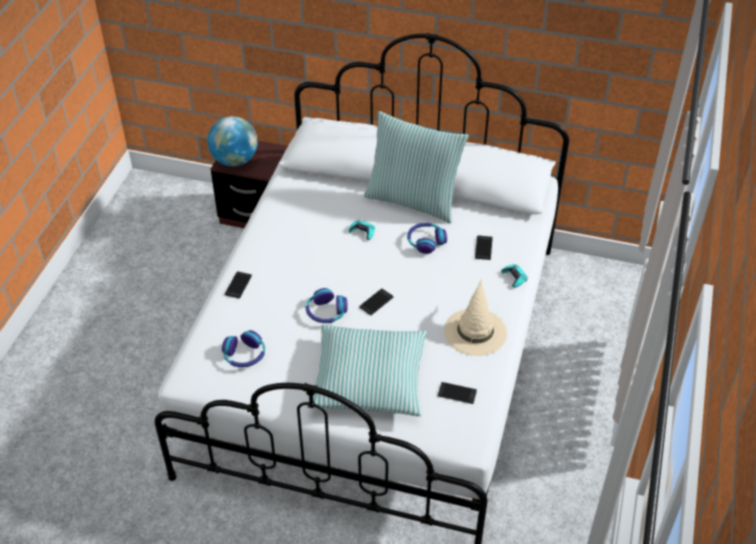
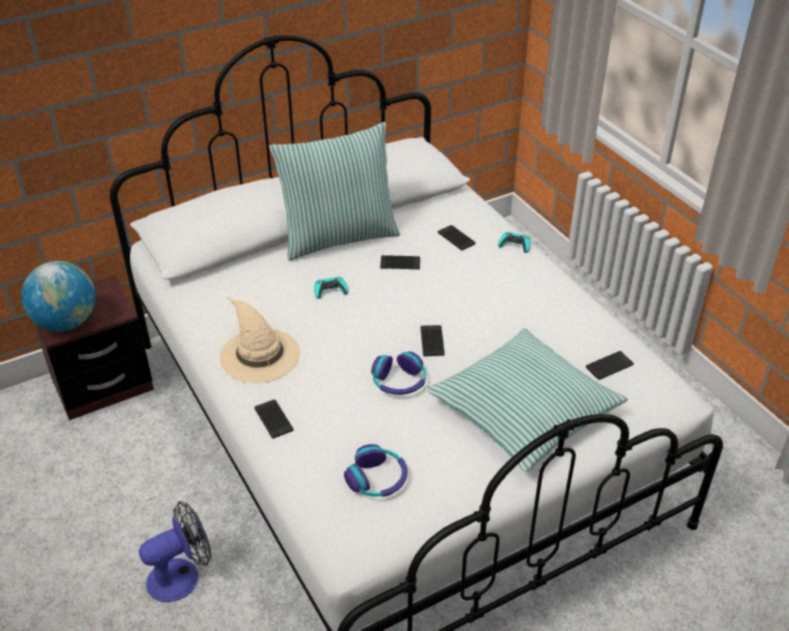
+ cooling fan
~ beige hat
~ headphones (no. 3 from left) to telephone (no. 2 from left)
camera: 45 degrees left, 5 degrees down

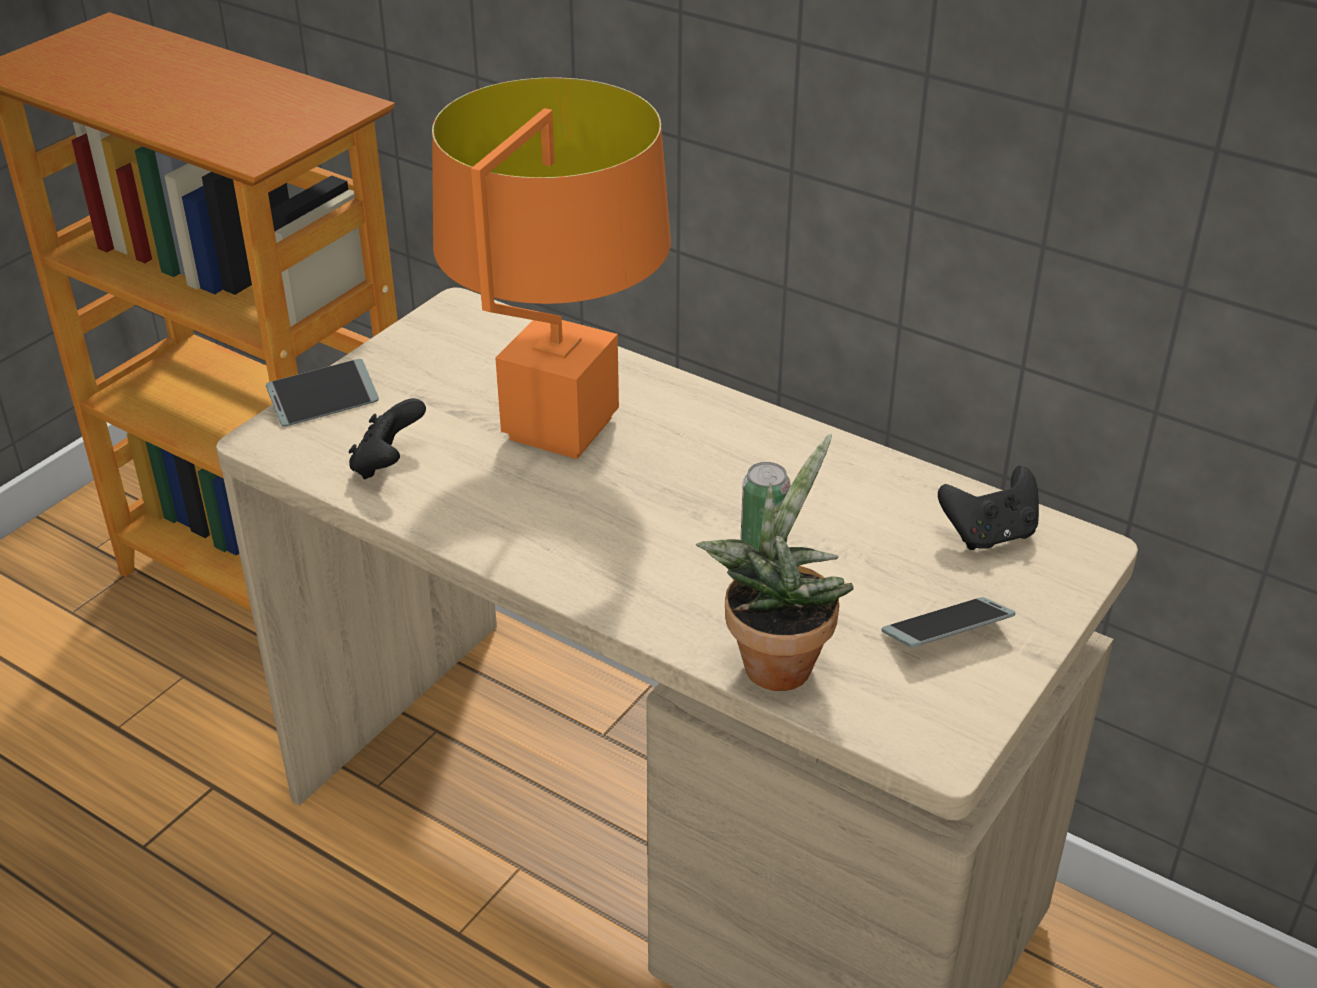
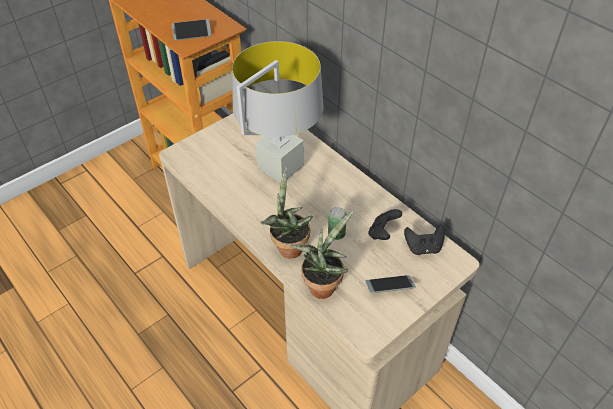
~ telephone (no. 1 from left)
~ orangey tabletop lamp to gray tabletop lamp
+ plant in a pot (no. 1 from left)
~ black-coloured joypad (no. 1 from left)
camera: 15 degrees right, 10 degrees up

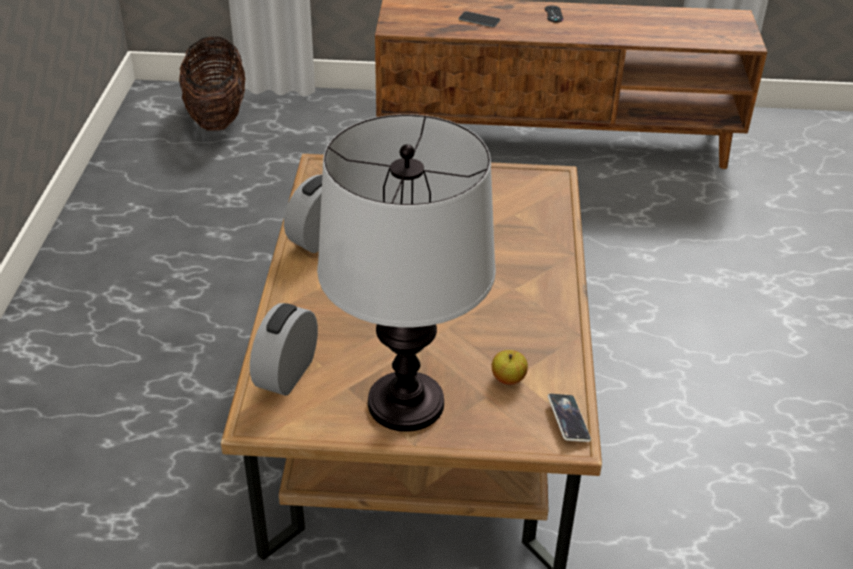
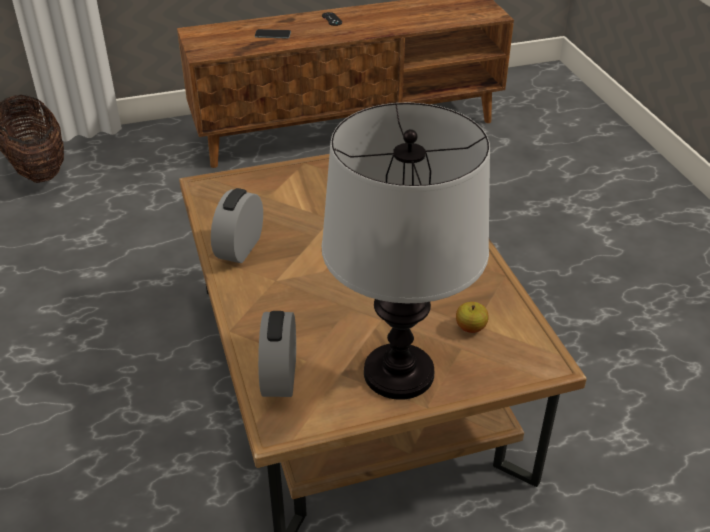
- telephone (no. 2 from left)
camera: 20 degrees left, 0 degrees up

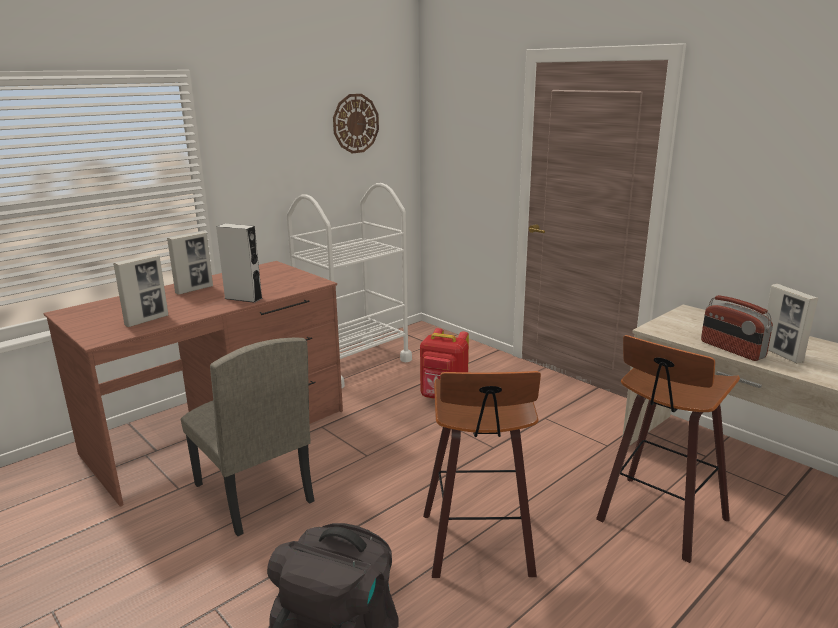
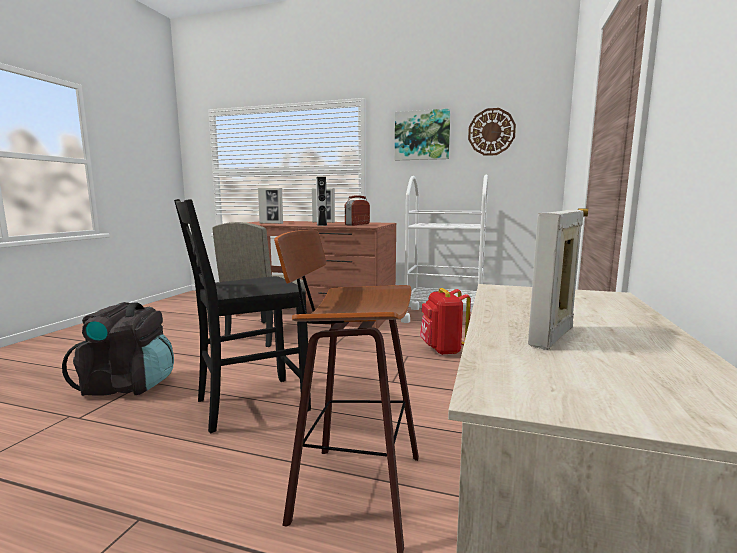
~ sitting stool (no. 1 from left) to black-coloured plain chair
~ radio
+ wall art
camera: 60 degrees right, 10 degrees down

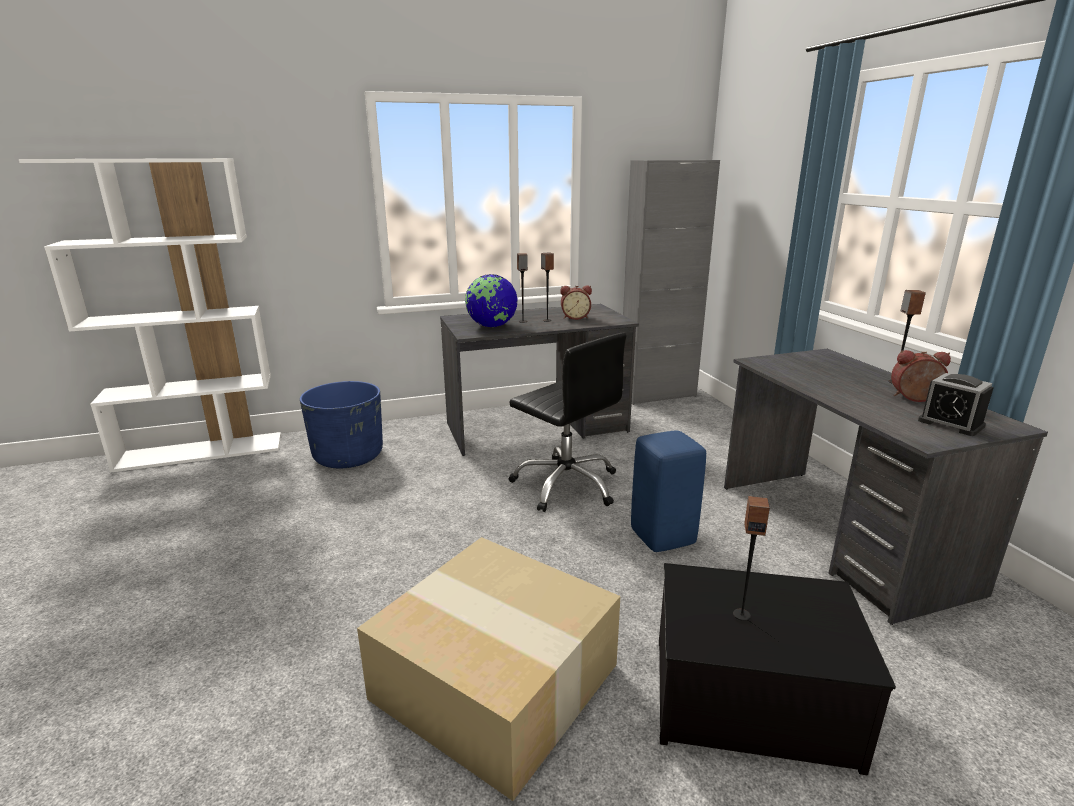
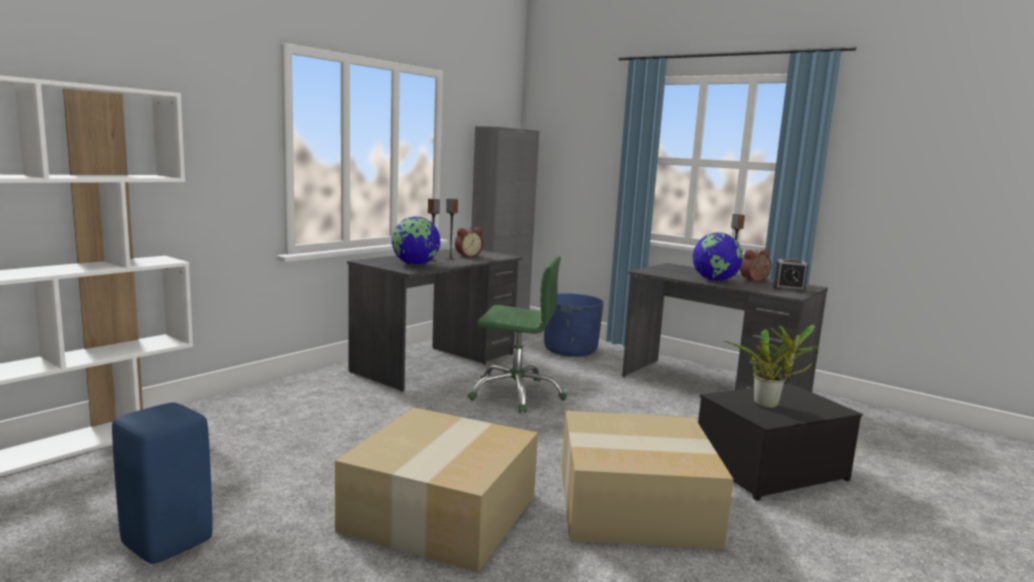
~ blue sitting stool
+ carton (no. 1 from left)
~ black-coloured computer chair to green-coloured computer chair
~ blue plant pot
+ globe (no. 2 from left)
~ loudspeaker (no. 3 from left) to plant in a pot
camera: 35 degrees left, 10 degrees down

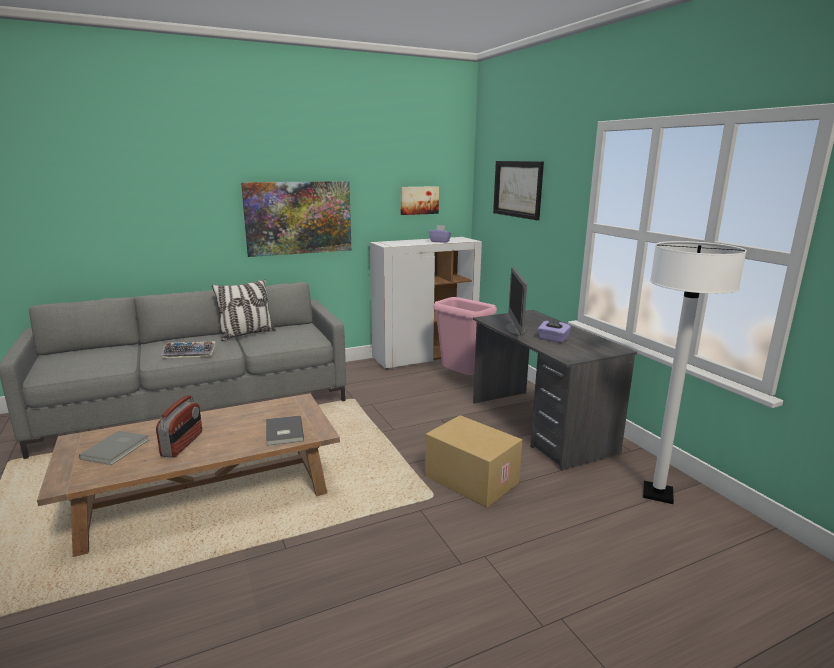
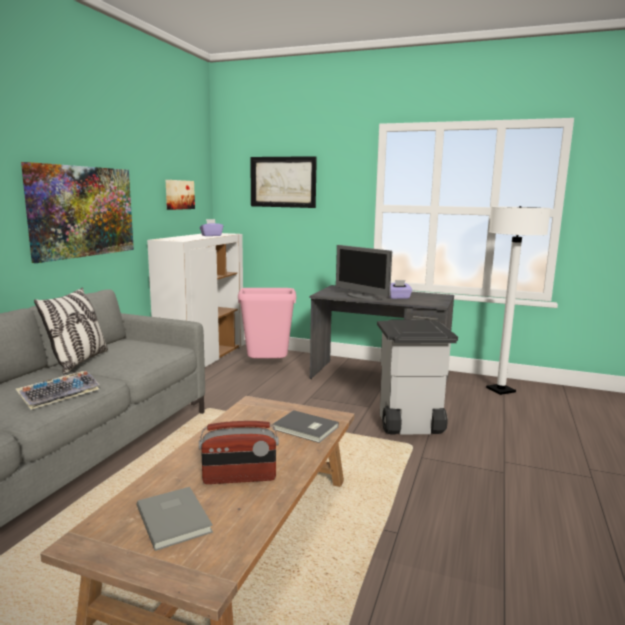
~ radio 120 degrees clockwise
~ carton to gray waste bin
camera: 45 degrees left, 5 degrees down

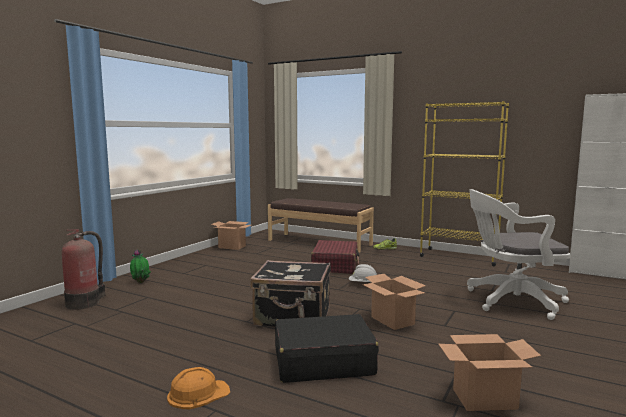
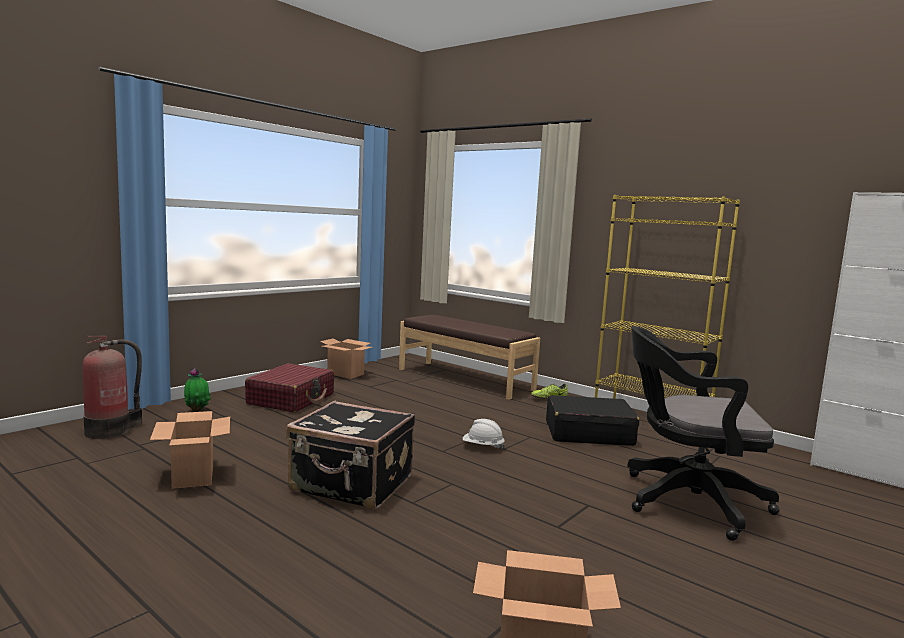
~ carton (no. 2 from left in the first image) to carton (no. 1 from left)
~ red suitcase
~ black-coloured suitcase (no. 2 from left)
~ white-coloured computer chair to black-coloured computer chair
- orangey work helmet
camera: 10 degrees right, 0 degrees up

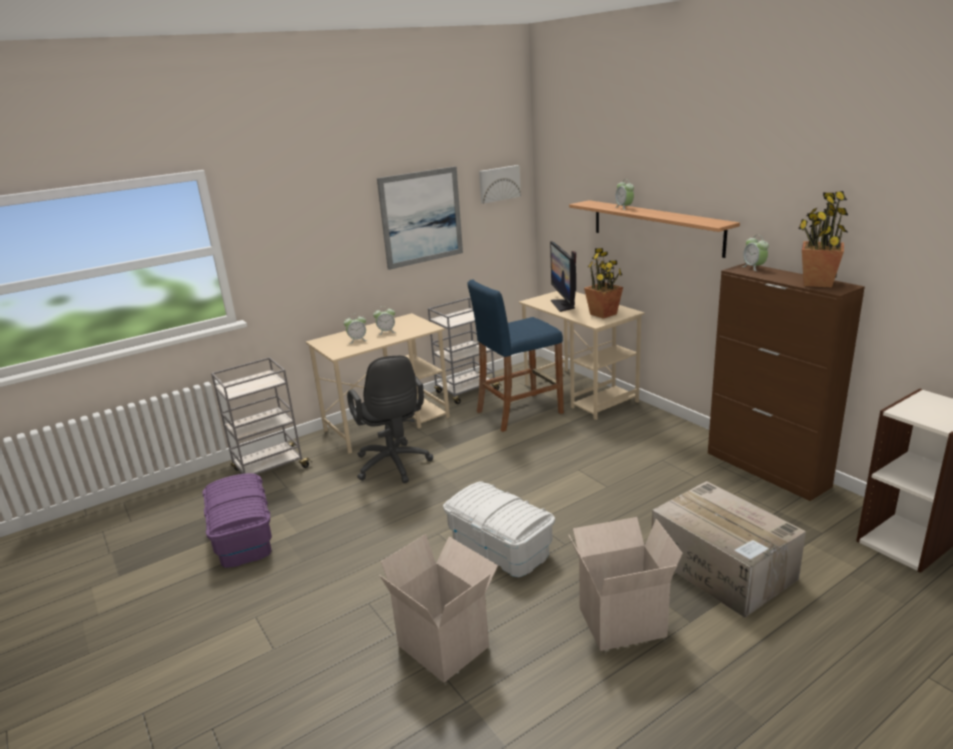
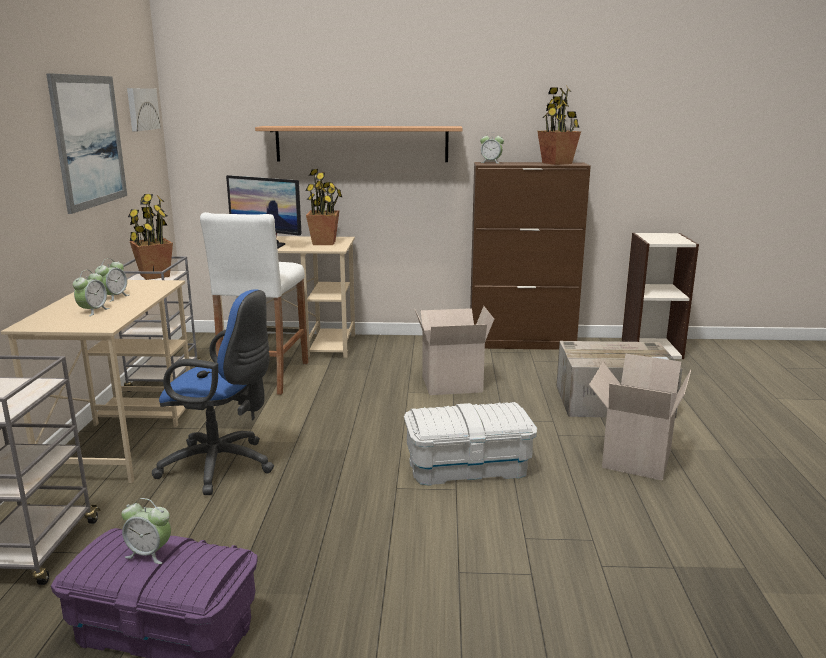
~ alarm clock (no. 3 from left)
+ plant in a pot (no. 1 from left)
~ black-coloured computer chair to blue computer chair
~ blue sitting stool to white-coloured sitting stool
~ carton (no. 1 from left)
camera: 55 degrees left, 5 degrees down

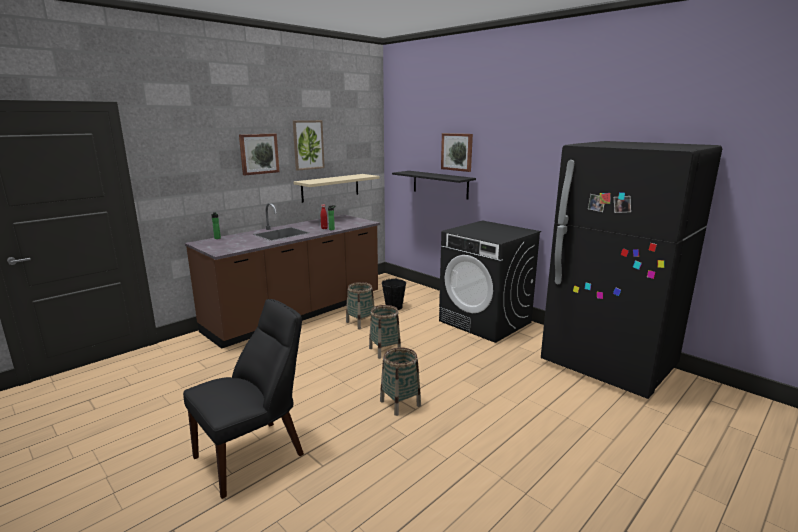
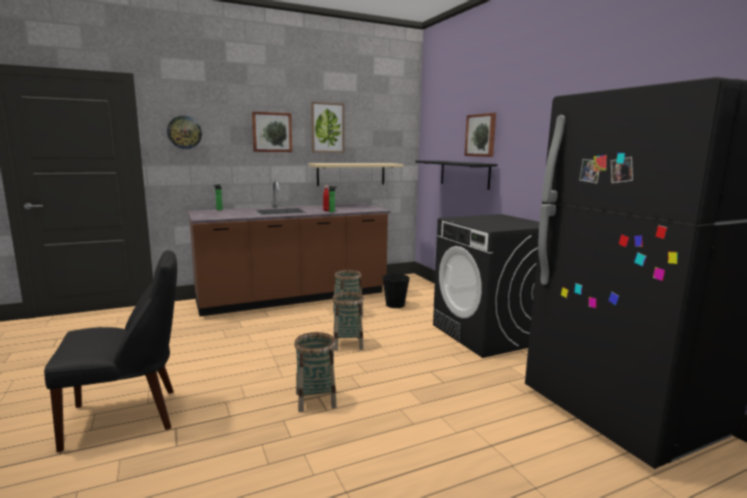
+ wall clock
camera: 20 degrees right, 5 degrees down

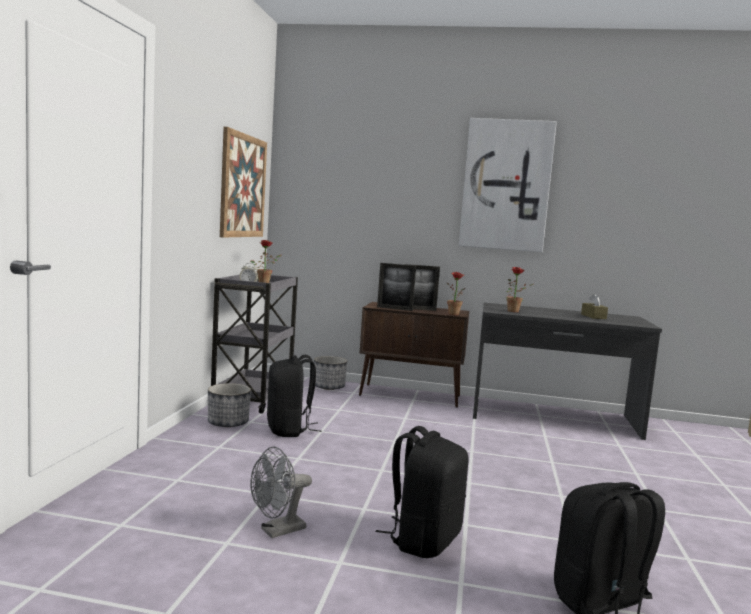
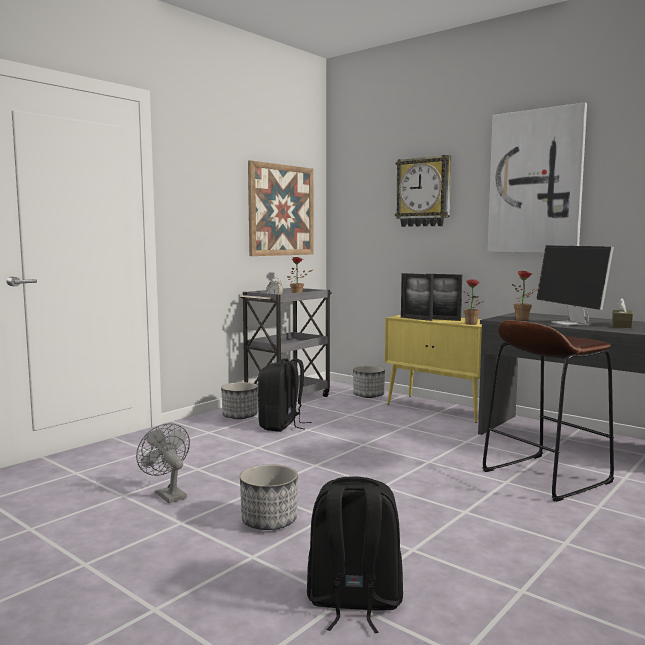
~ gray cooling fan 60 degrees clockwise
~ black-coloured backpack (no. 2 from left) to plant pot (no. 2 from left)
~ brown cupboard to yellow-coloured cupboard
+ wall clock
+ brown sitting stool
+ computer display
camera: 30 degrees right, 0 degrees up

